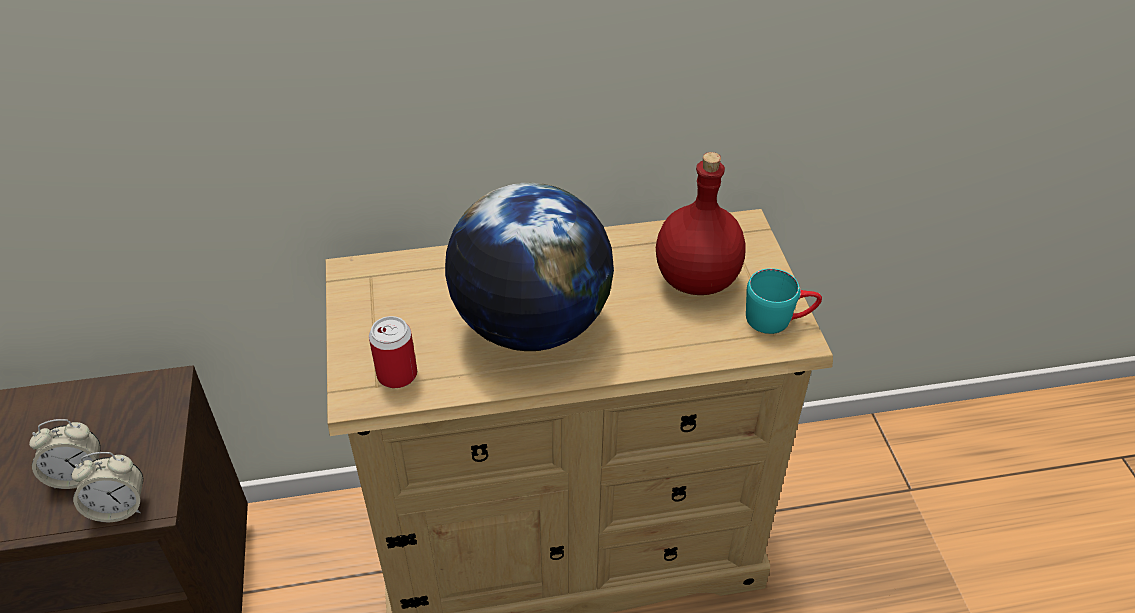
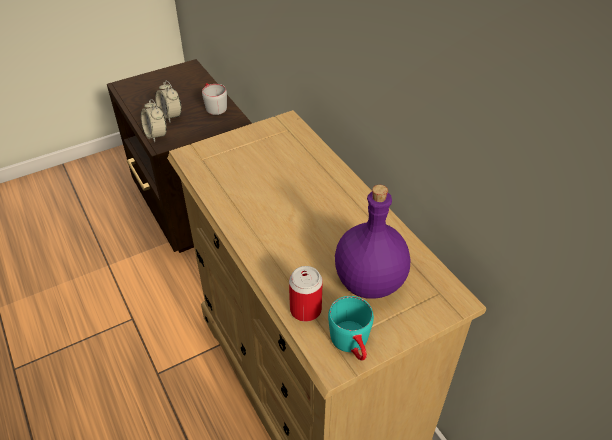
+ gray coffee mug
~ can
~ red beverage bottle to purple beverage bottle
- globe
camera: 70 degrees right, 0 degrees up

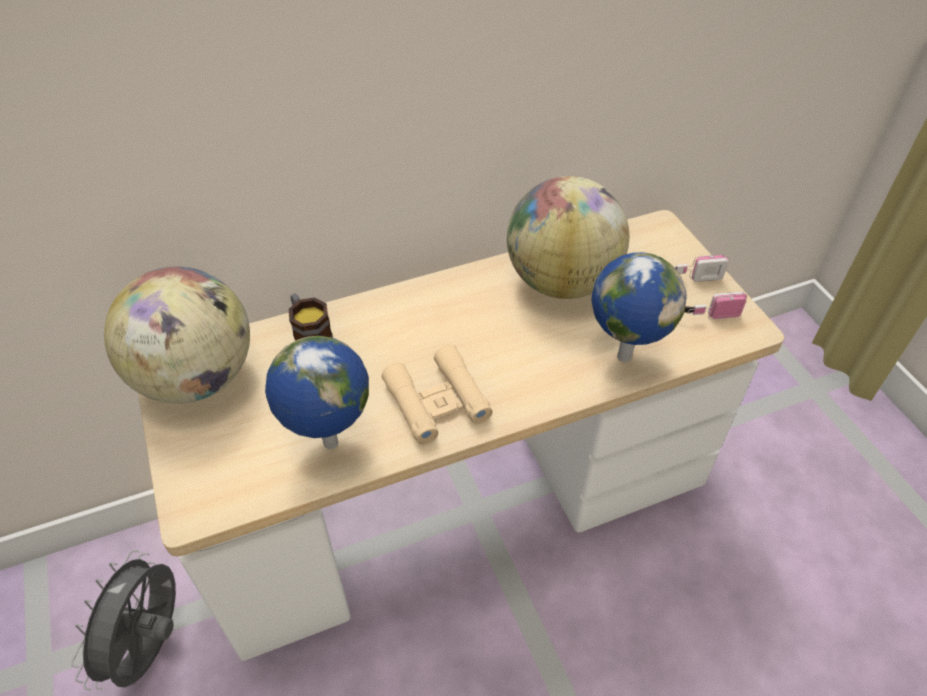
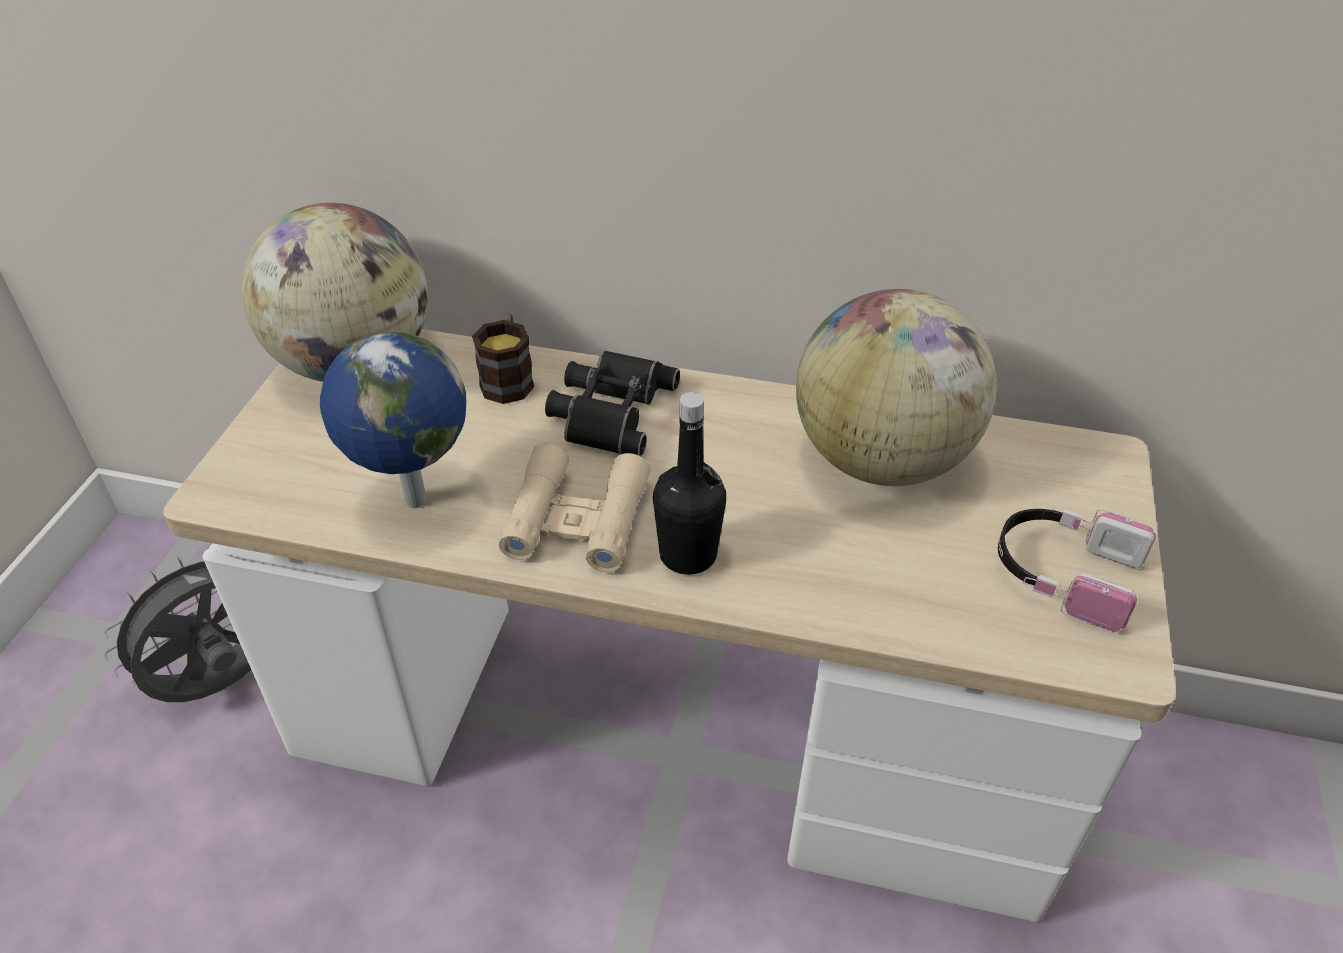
+ black-coloured field glasses
+ black-coloured beverage bottle
- globe (no. 4 from left)
camera: 35 degrees right, 5 degrees down

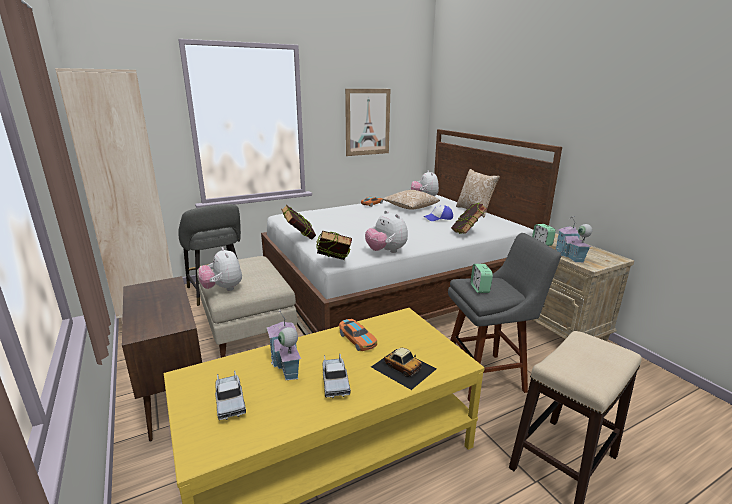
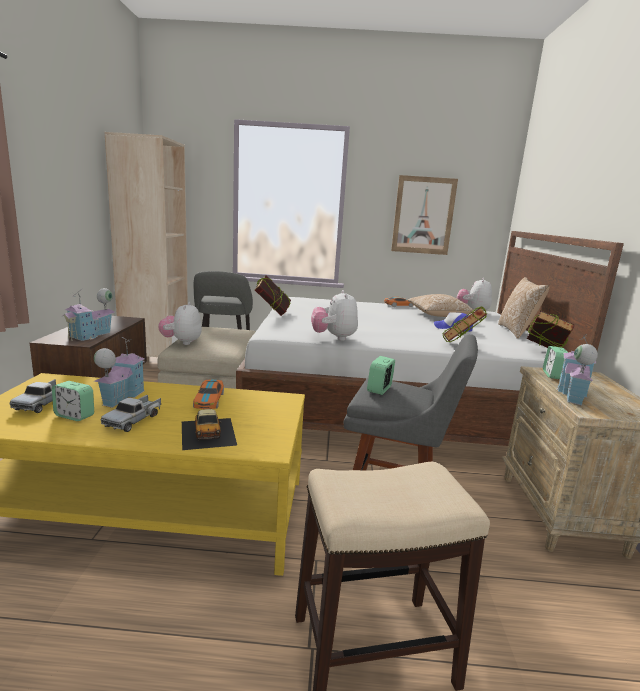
+ alarm clock (no. 1 from left)
+ toy house (no. 1 from left)
~ bound book (no. 2 from left in the first image) to bound book (no. 3 from left)
camera: 30 degrees right, 5 degrees down

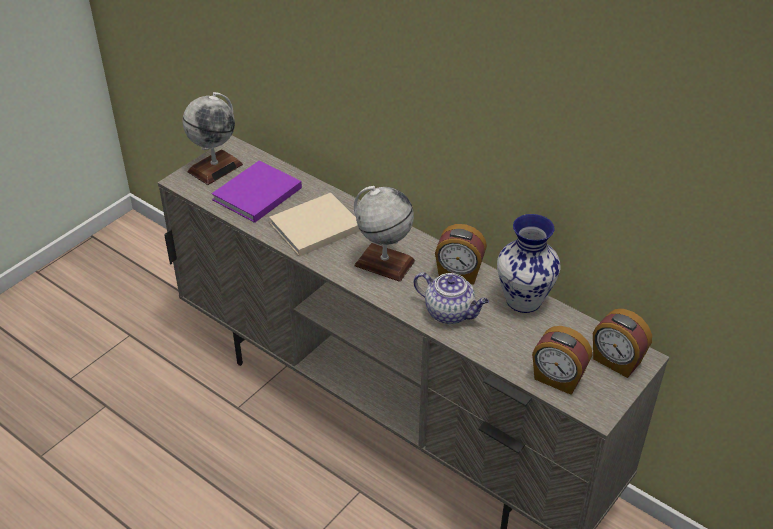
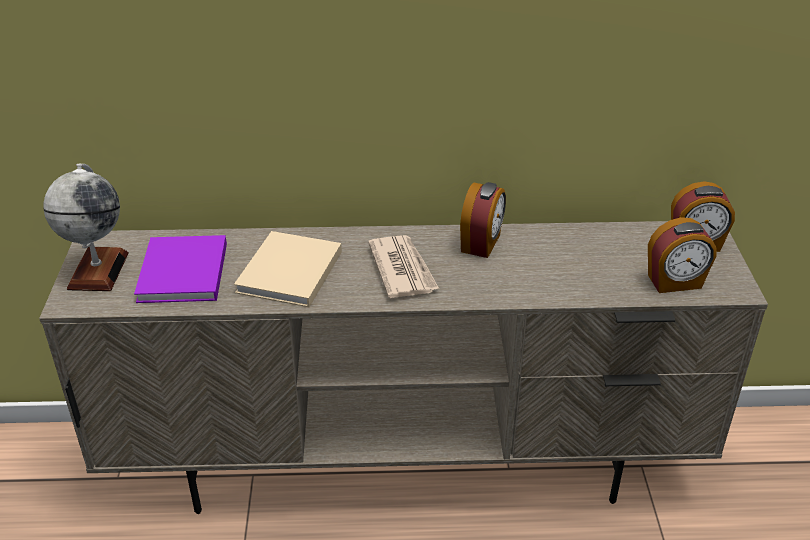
~ globe (no. 2 from left) to daily paper
~ alarm clock (no. 1 from left) 45 degrees counterclockwise
- tea pot
- decorative vase
camera: 40 degrees left, 5 degrees down

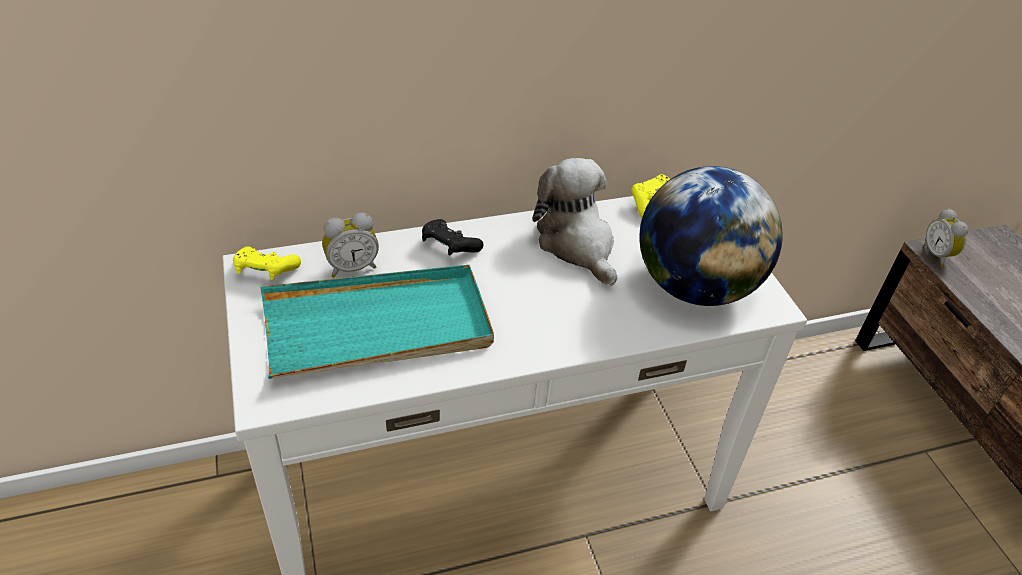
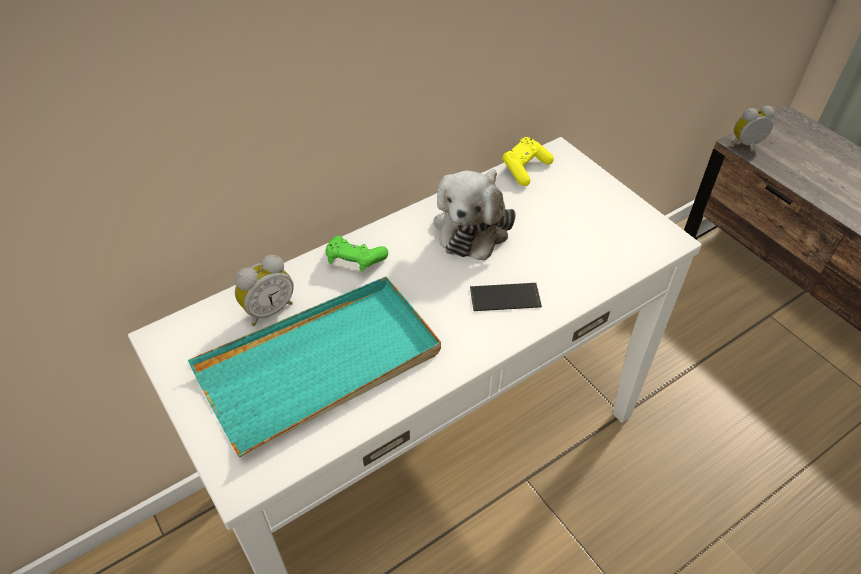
~ black-coloured joypad to green-coloured joypad
~ soft toy 120 degrees counterclockwise
+ telephone
~ alarm clock (no. 2 from left) 105 degrees clockwise
- yellow-coloured joypad (no. 1 from left)
- globe
camera: 15 degrees left, 5 degrees up

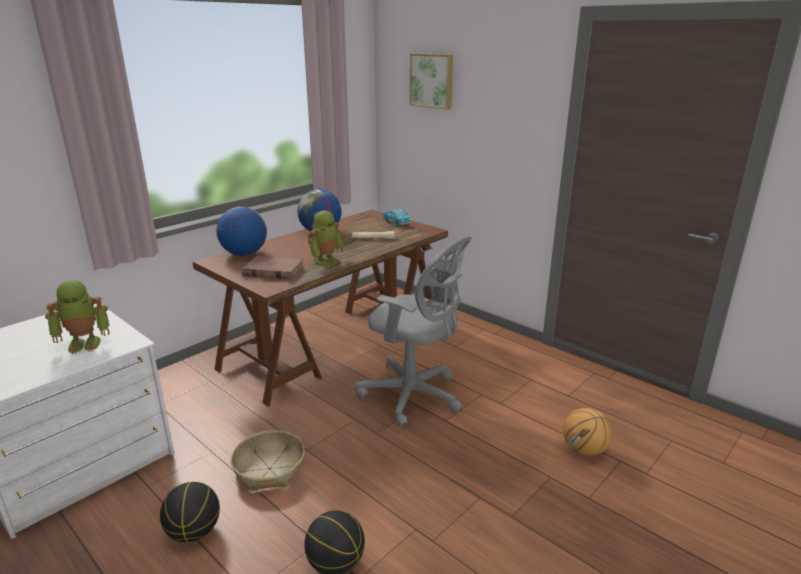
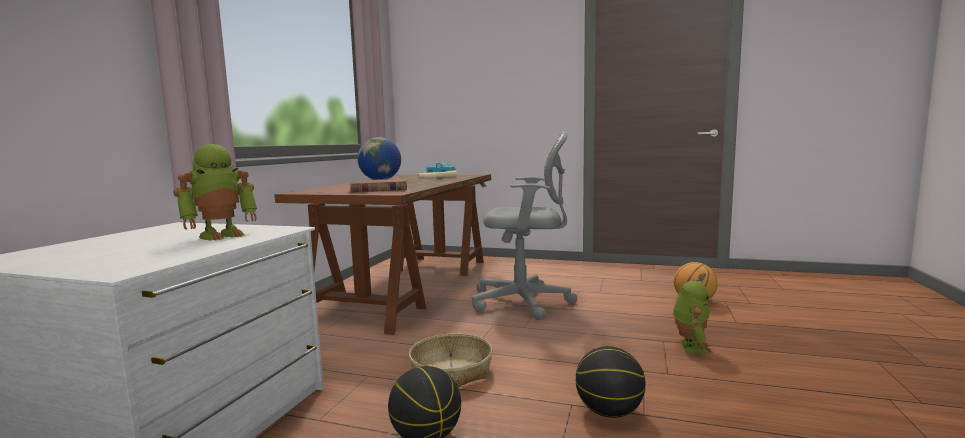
~ robot figure (no. 2 from left)
- globe (no. 1 from left)
- wall art
camera: 25 degrees left, 15 degrees down

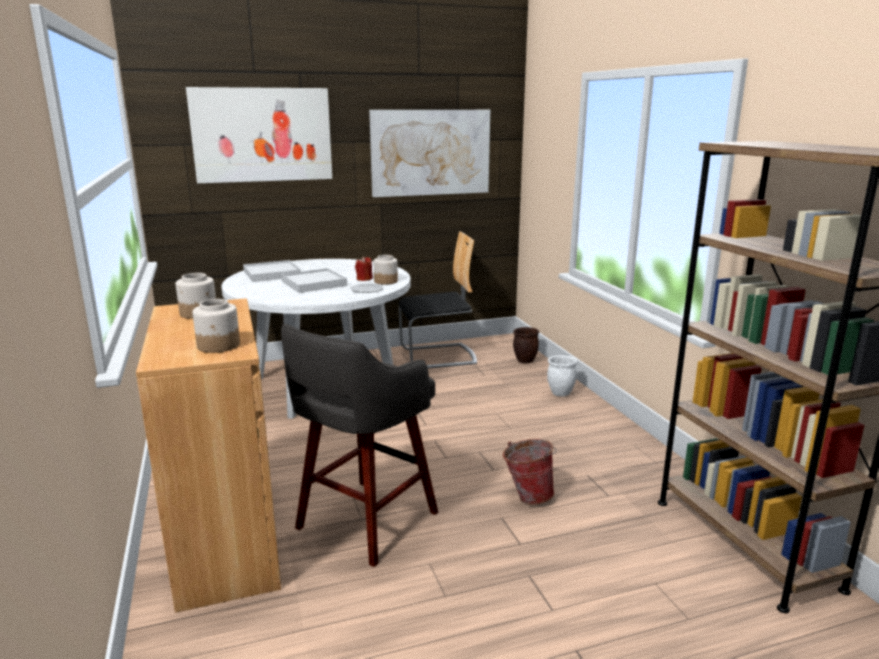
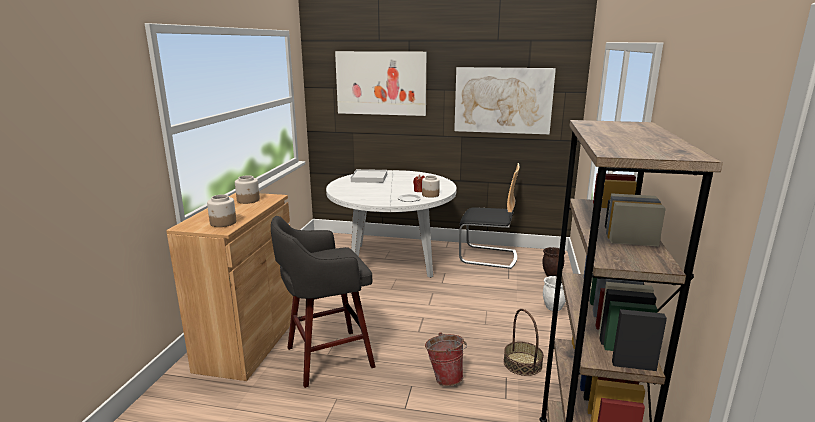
+ basket
- white-coloured serving tray (no. 2 from left)
camera: 30 degrees right, 0 degrees up

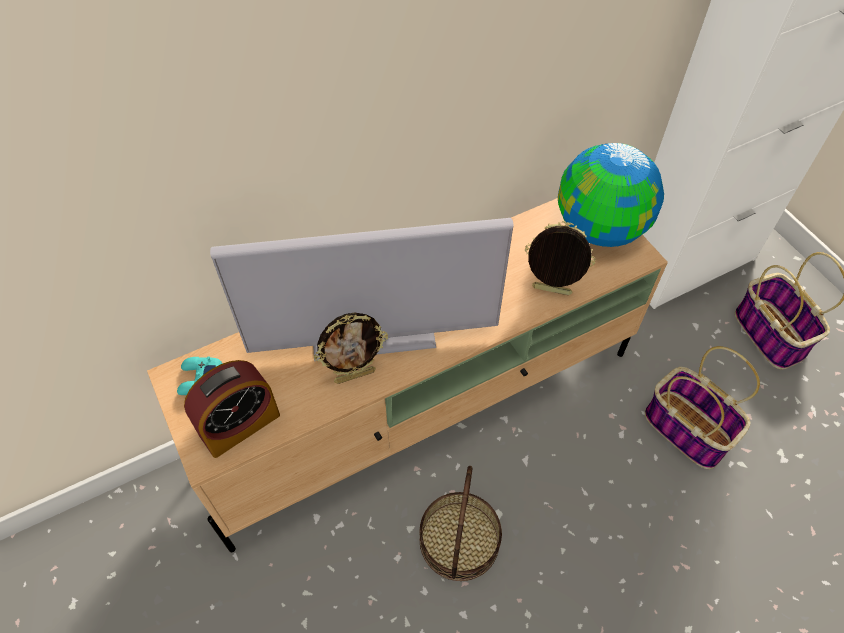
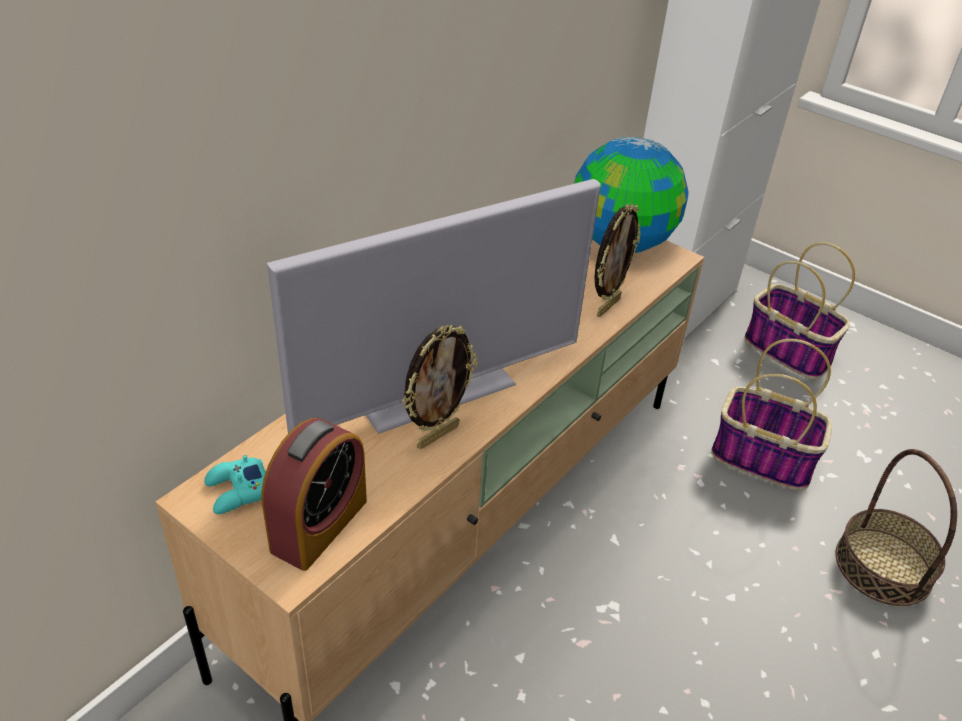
~ photo frame (no. 2 from left) 135 degrees clockwise
~ basket (no. 1 from left in the first image) to basket (no. 3 from left)
camera: 25 degrees left, 15 degrees down

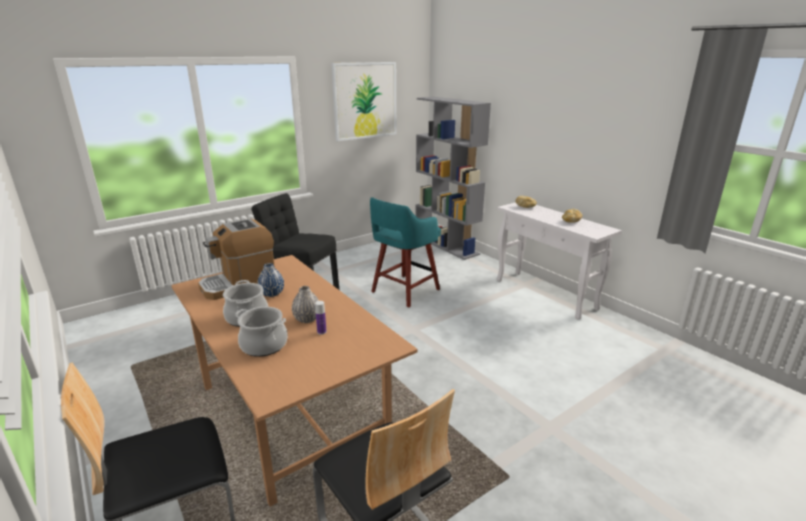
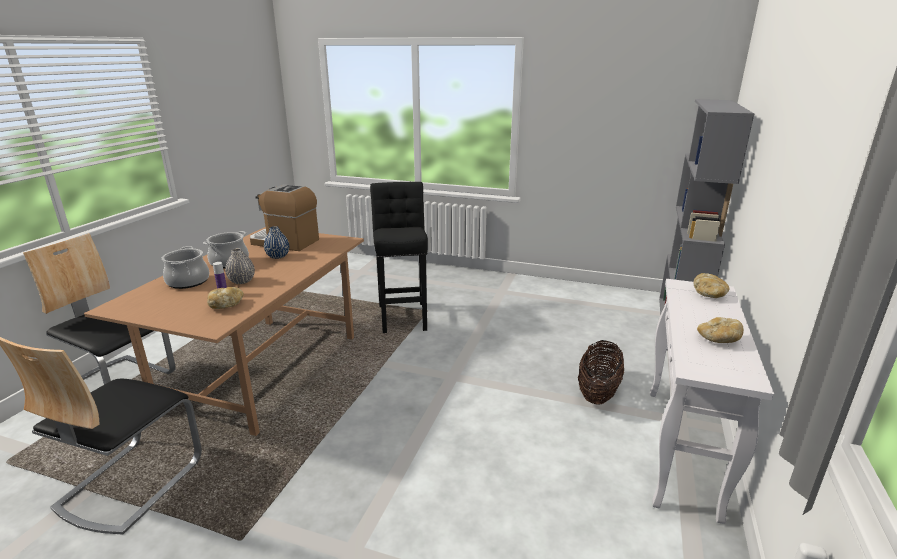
+ bakery bread (no. 1 from left)
+ basket
- wall art
- turquoise-coloured sitting stool
camera: 55 degrees right, 0 degrees up

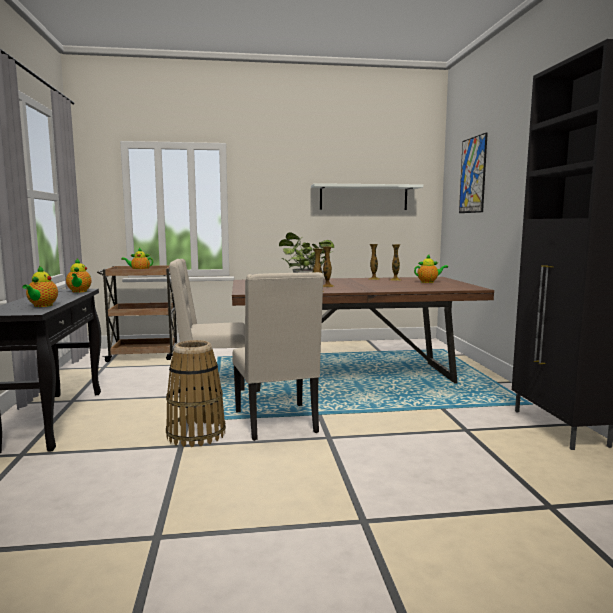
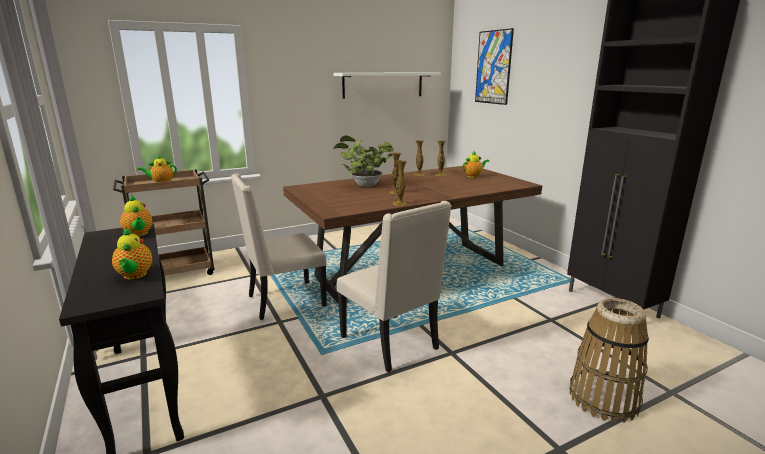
~ basket
camera: 20 degrees left, 10 degrees up

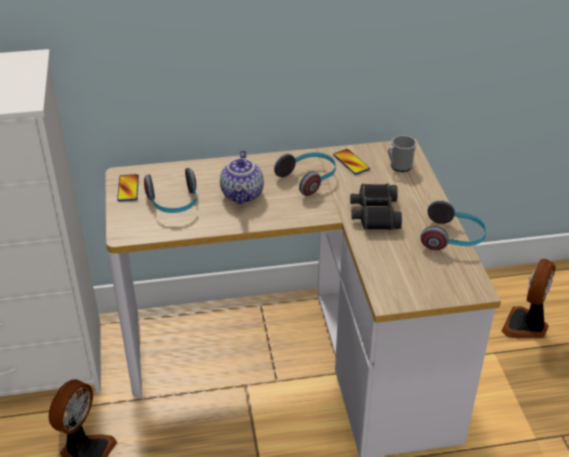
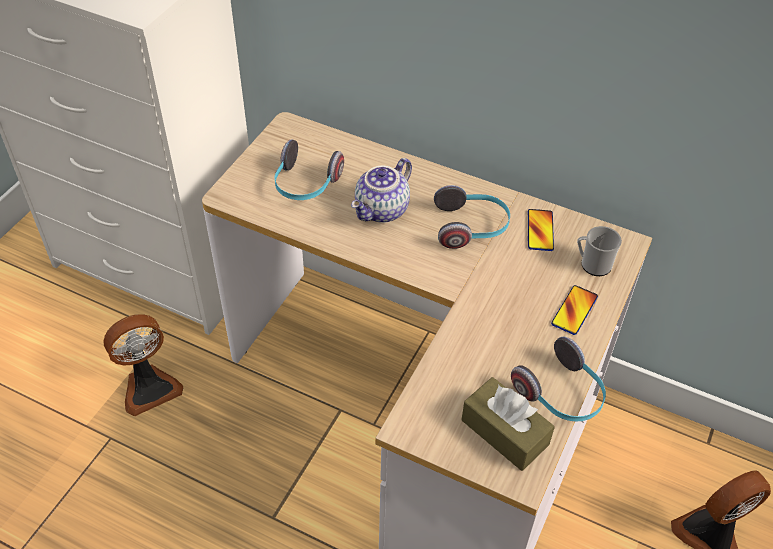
+ brown box of tissues
~ telephone (no. 1 from left in the first image) to telephone (no. 2 from left)
- black-coloured field glasses
camera: 35 degrees right, 10 degrees up

